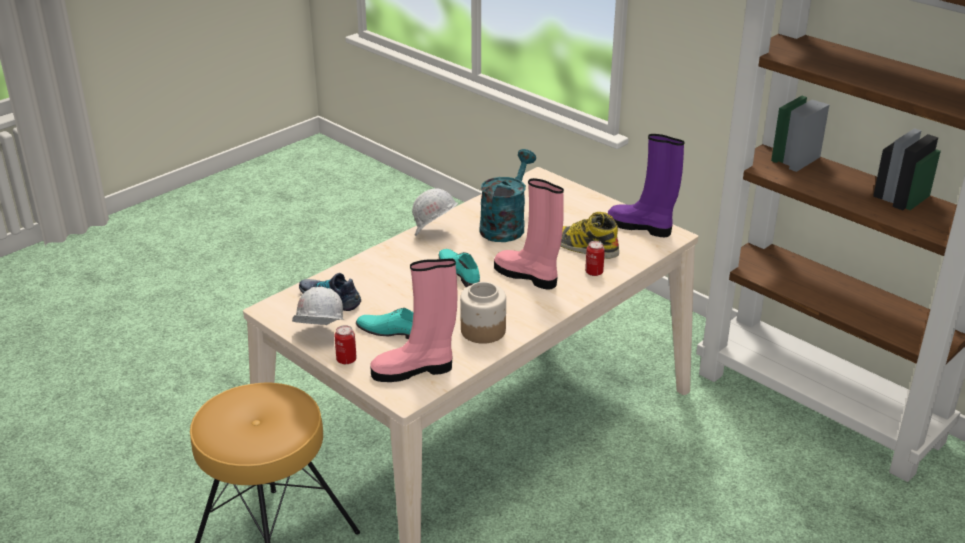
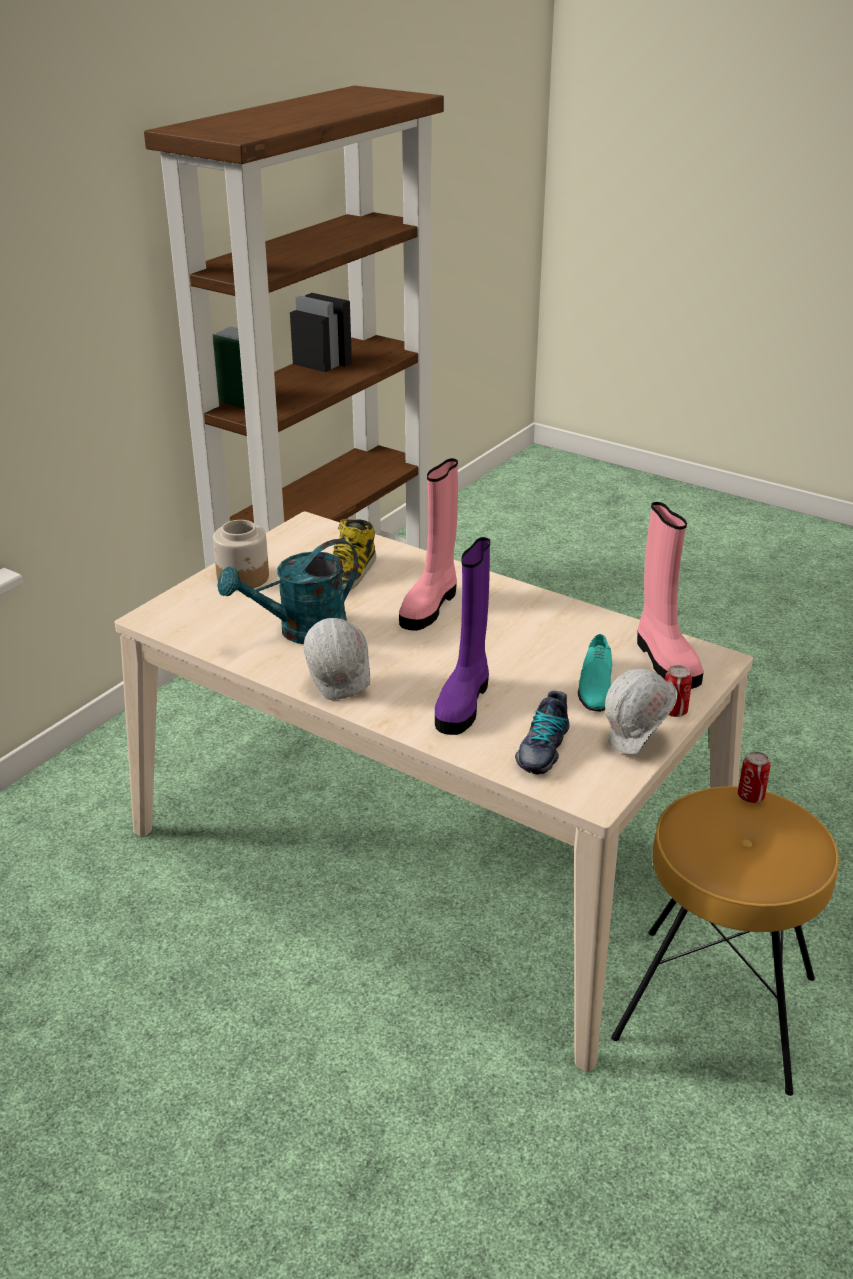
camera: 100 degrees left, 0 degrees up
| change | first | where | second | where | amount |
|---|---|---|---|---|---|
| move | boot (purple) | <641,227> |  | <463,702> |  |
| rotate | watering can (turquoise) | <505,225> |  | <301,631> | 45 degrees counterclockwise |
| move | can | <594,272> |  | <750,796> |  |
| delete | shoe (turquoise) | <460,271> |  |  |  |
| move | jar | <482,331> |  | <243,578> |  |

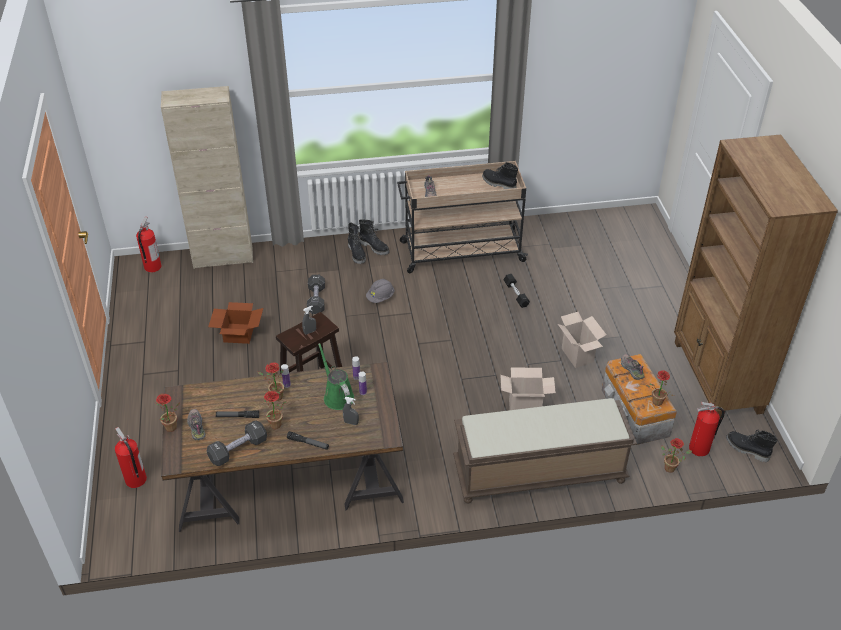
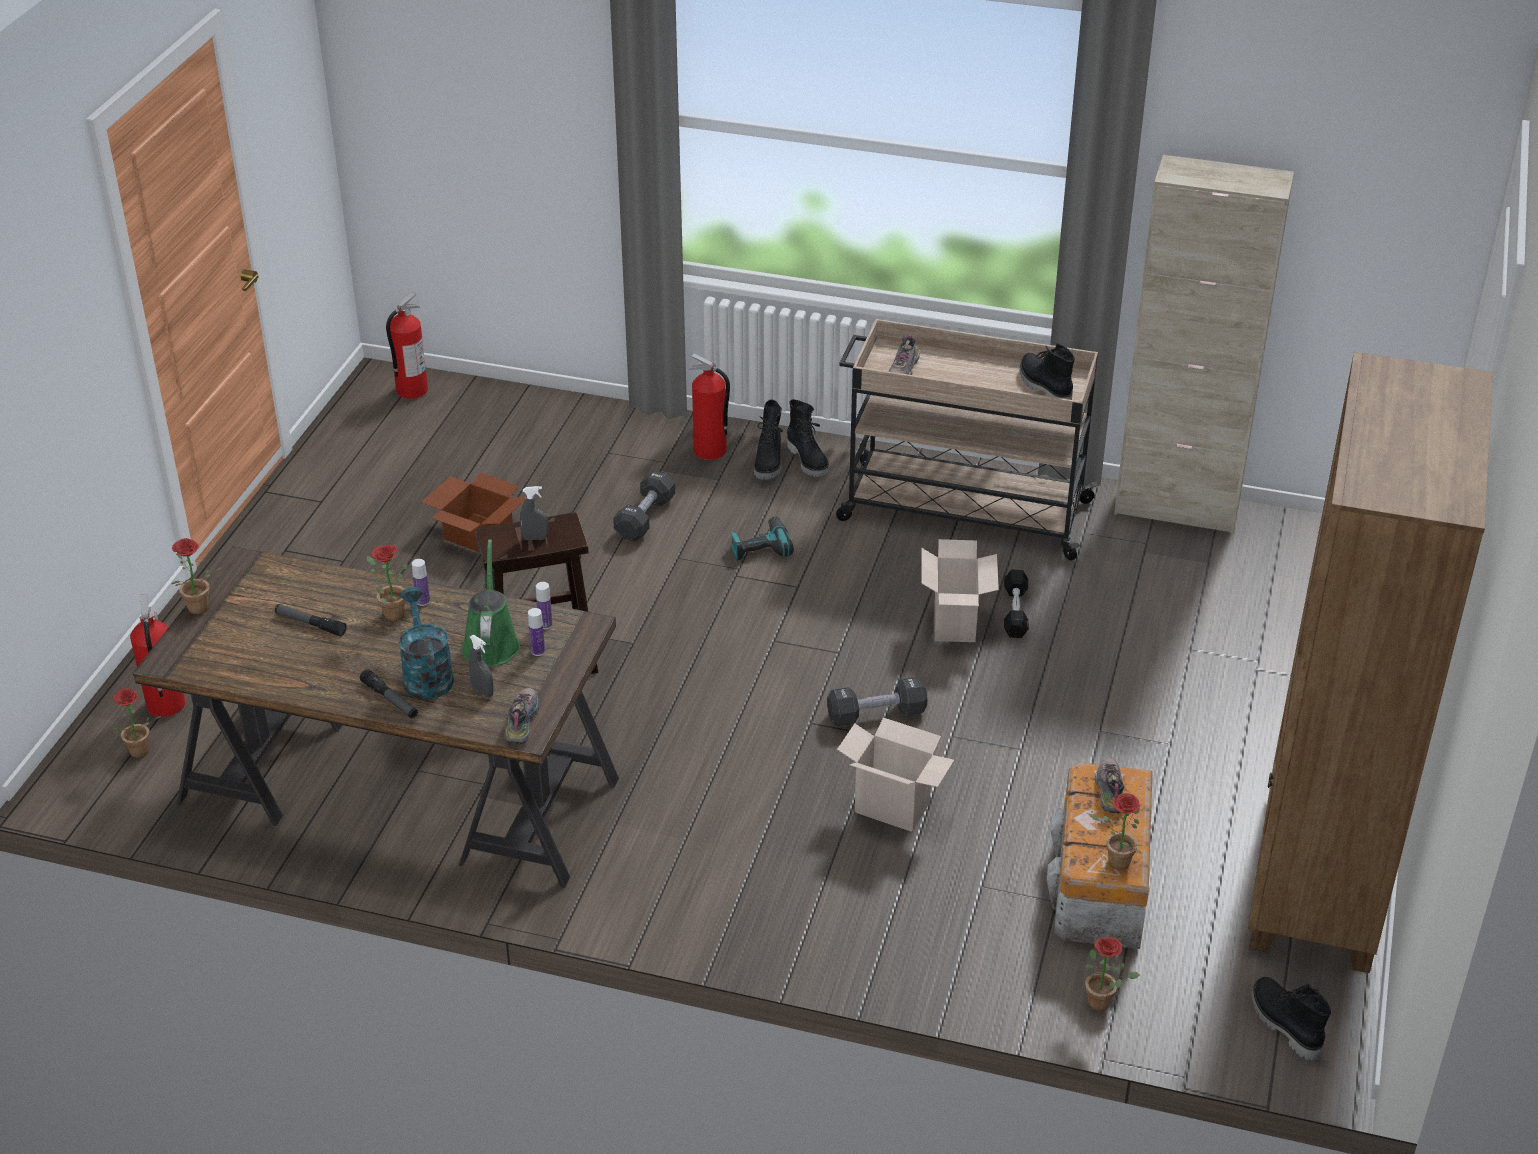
camera: 25 degrees right, 5 degrees down
| change | first | where | second | where | amount |
|---|---|---|---|---|---|
| move | cabinet (beige) | <223,257> |  | <1176,509> |  |
| replace | hard hat (grey) | <380,297> | power drill | <760,546> |  |
| move | cardboard box | <578,356> |  | <956,625> |  |
| move | potted plant | <276,426> |  | <138,754> |  |
| delete | bench (brown) | <538,473> |  |  |  |
| move | fire extinguisher | <699,449> |  | <710,451> |  |
| move | shoe | <196,427> |  | <521,721> |  |
| move | dumbbell (black) | <238,450> |  | <876,715> |  |
| insert |  |  | watering can (turquoise) | <426,674> |  |

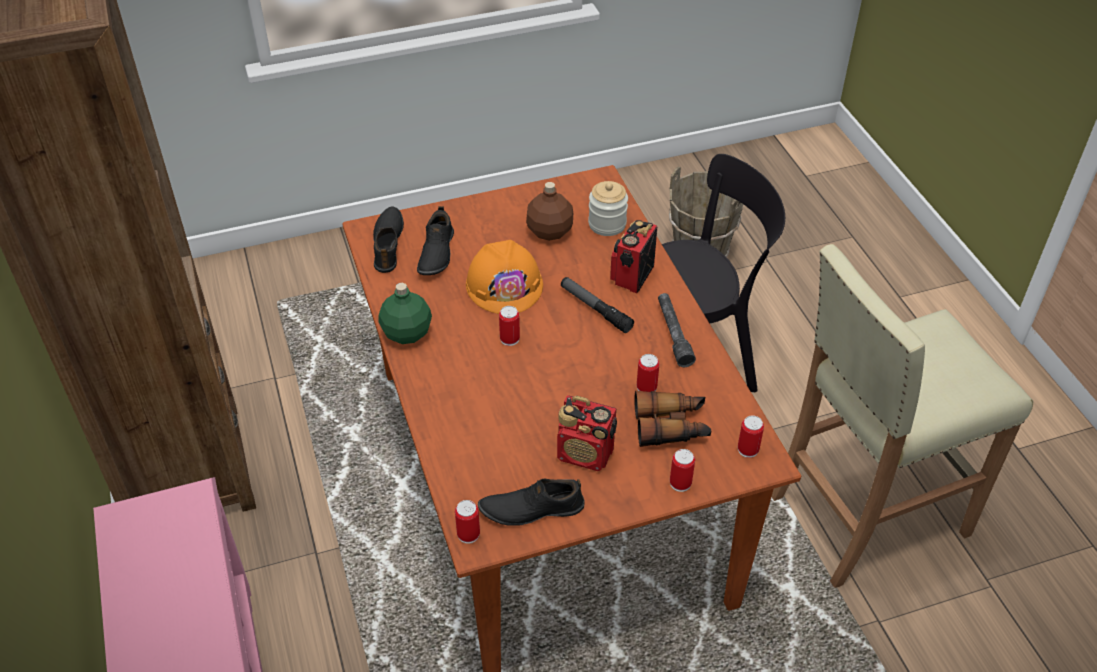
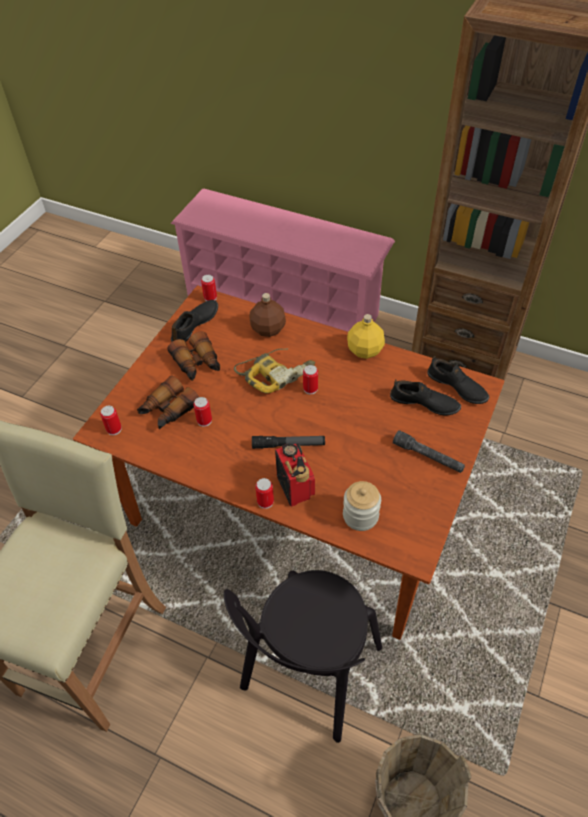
camera: 135 degrees right, 5 degrees up
| change | first | where | second | where | amount |
|---|---|---|---|---|---|
| move | bottle (brown) | <550,231> |  | <268,329> |  |
| rotate | shoe (black) | <435,253> |  | <424,403> | 150 degrees clockwise |
| delete | hard hat (orange) | <504,285> |  |  |  |
| recolor | bottle (green) | <406,333> | bottle (yellow) | <364,350> |  |
| move | flashlight (grey) | <673,334> |  | <428,456> |  |
| replace | radio | <586,454> | binoculars | <197,364> |  |
| move | can | <680,483> |  | <265,502> |  |
| insert |  |  | power drill | <276,373> |  |

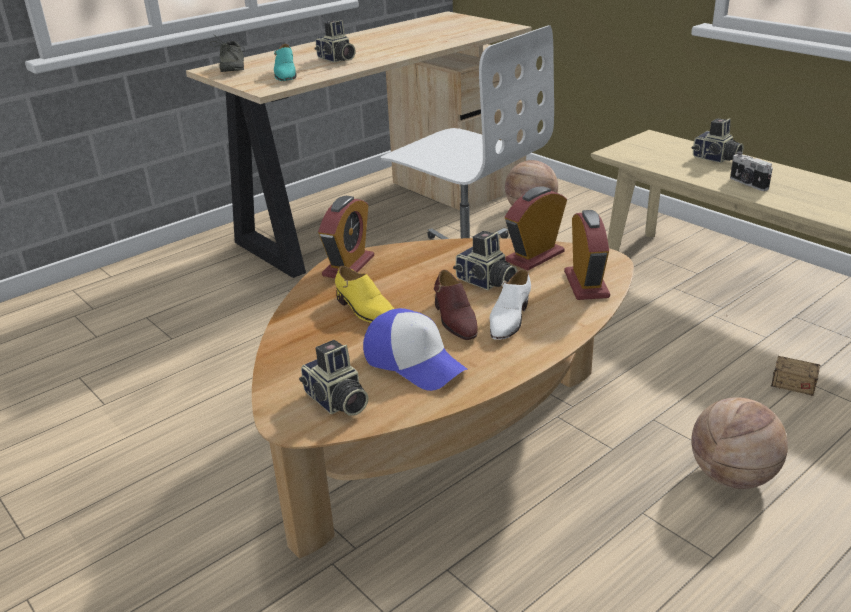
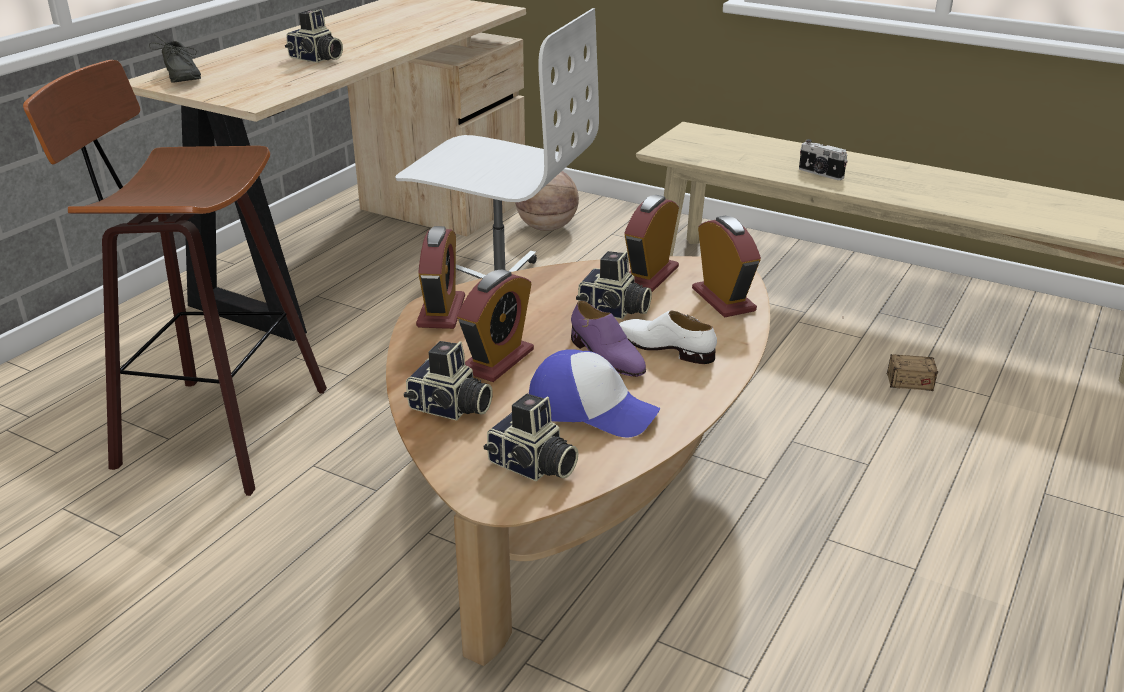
camera: 20 degrees left, 0 degrees up
| change | first | where | second | where | amount |
|---|---|---|---|---|---|
| delete | shoe (turquoise) | <285,75> |  |  |  |
| move | photo camera | <716,158> |  | <449,409> |  |
| replace | shoe (yellow) | <365,311> | alarm clock | <497,361> |  |
| rotate | shoe (white) | <509,319> |  | <665,348> | 120 degrees clockwise |
| recolor | shoe (brown) | <454,320> | shoe (purple) | <606,357> |  |
| delete | basketball | <732,476> |  |  |  |
| insert |  |  | stool | <214,429> |  |

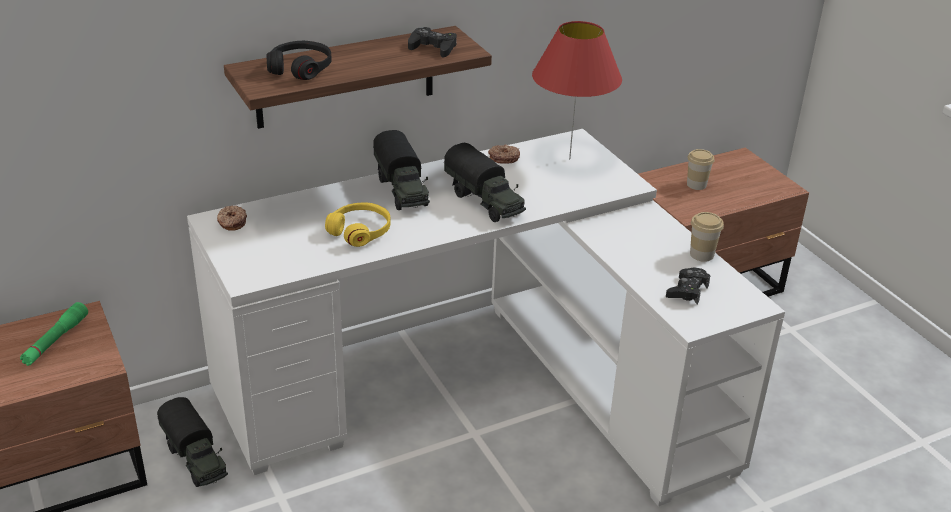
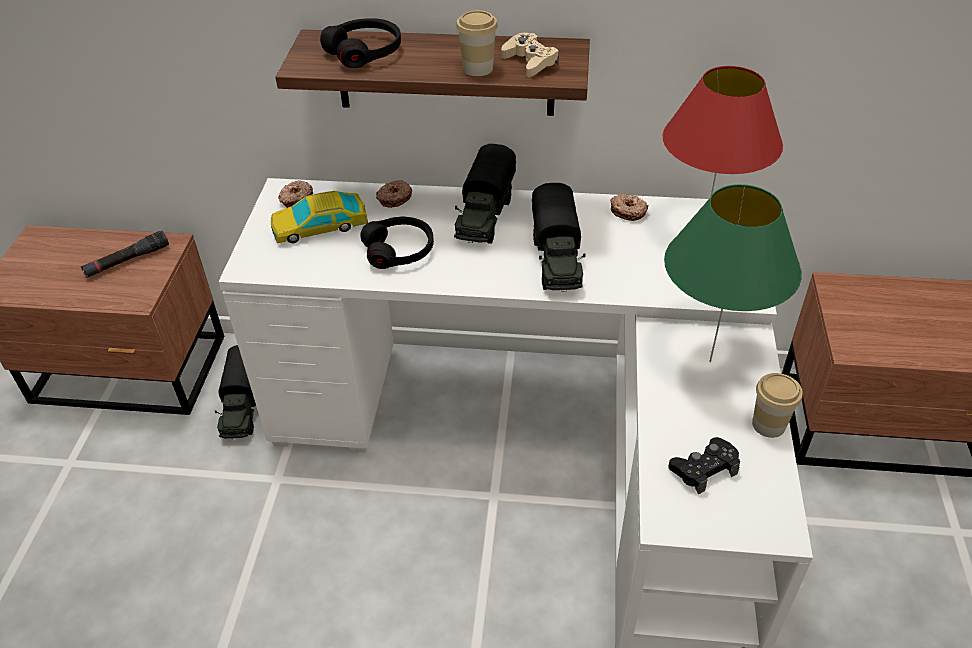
camera: 35 degrees right, 10 degrees up
| change | first | where | second | where | amount |
|---|---|---|---|---|---|
| recolor | game controller (black) | <433,48> | game controller (beige) | <530,62> |  |
| move | cup | <696,184> |  | <478,68> |  |
| recolor | headphones (yellow) | <360,231> | headphones (black) | <399,250> |  |
| recolor | flashlight (green) | <55,340> | flashlight (black) | <127,261> |  |
| insert |  |  | donut | <394,198> |  |
| insert |  |  | table lamp (green) | <709,361> |  |
| insert |  |  | toy car | <320,226> |  |

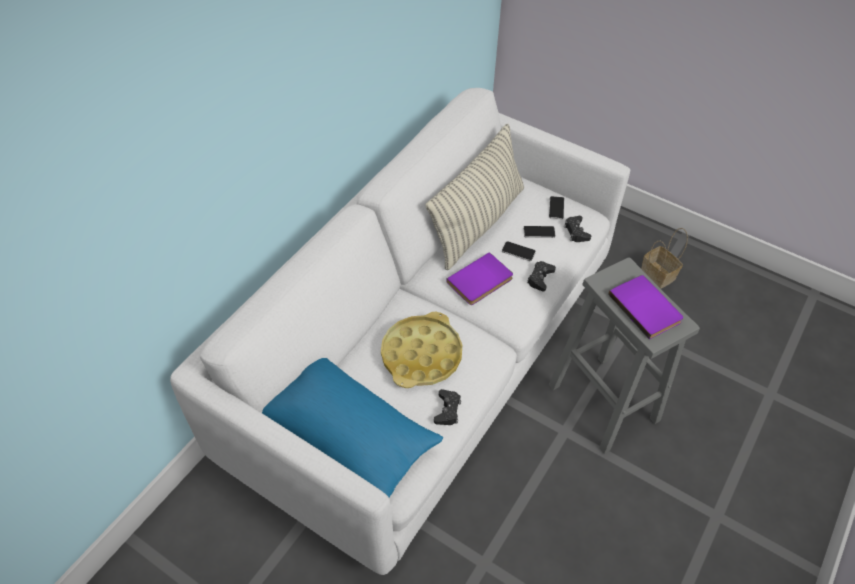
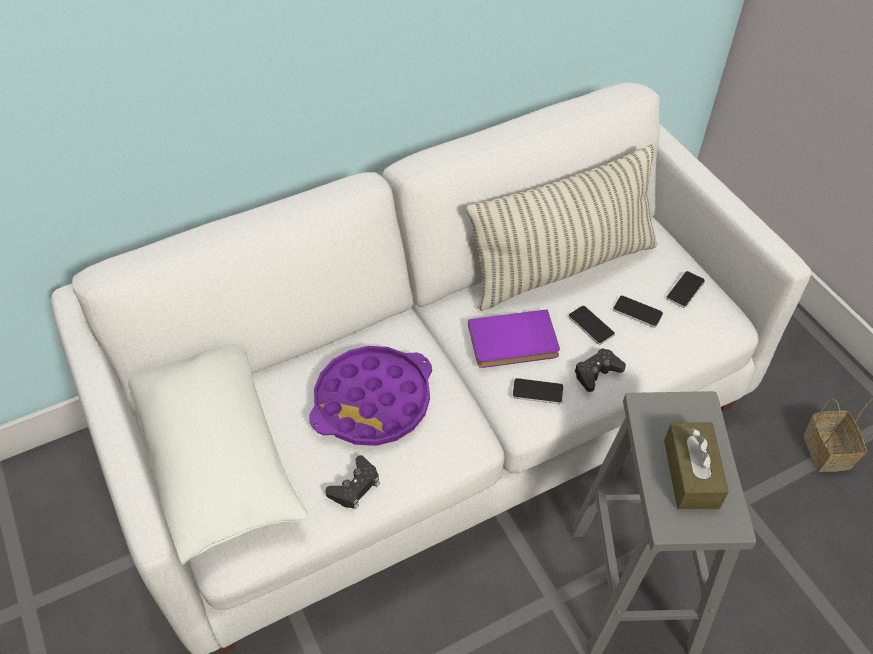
camera: 30 degrees right, 0 degrees up
| change | first | where | second | where | amount |
|---|---|---|---|---|---|
| delete | game controller (black) | <576,232> |  |  |  |
| replace | book (purple) | <646,307> | tissue box (brown) | <691,474> |  |
| recolor | tray (yellow) | <421,355> | tray (purple) | <373,402> |  |
| recolor | pillow (blue) | <347,435> | pillow (white) | <217,457> |  |
| insert |  |  | phone | <537,392> |  |

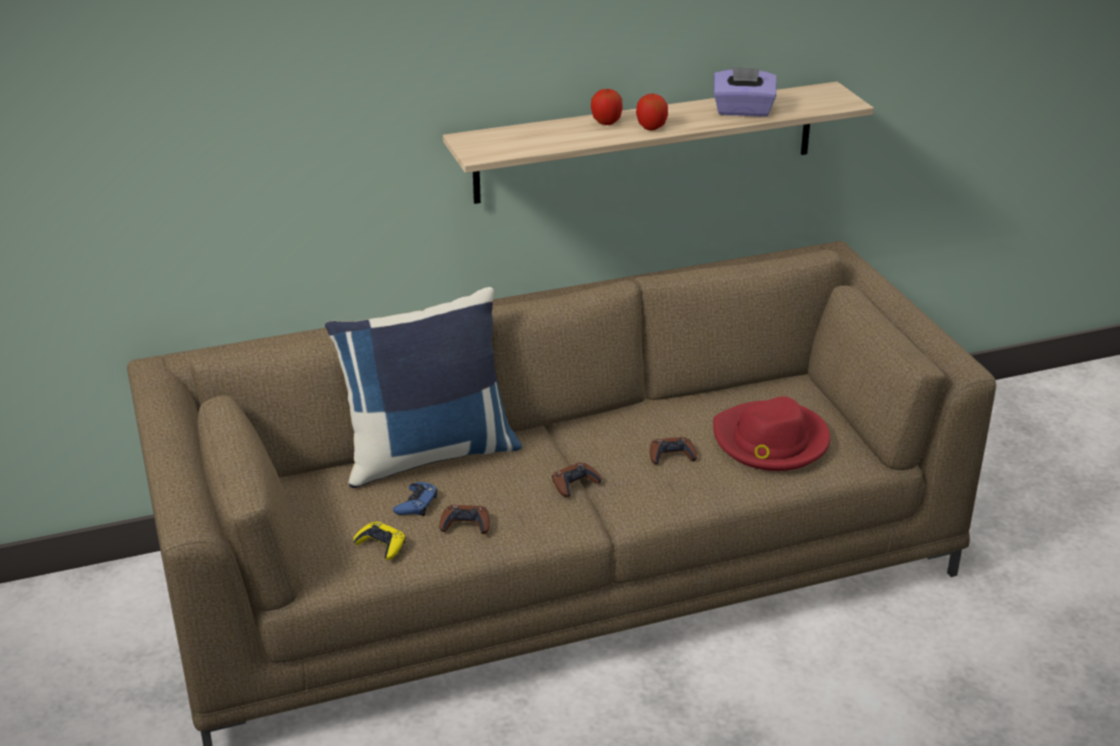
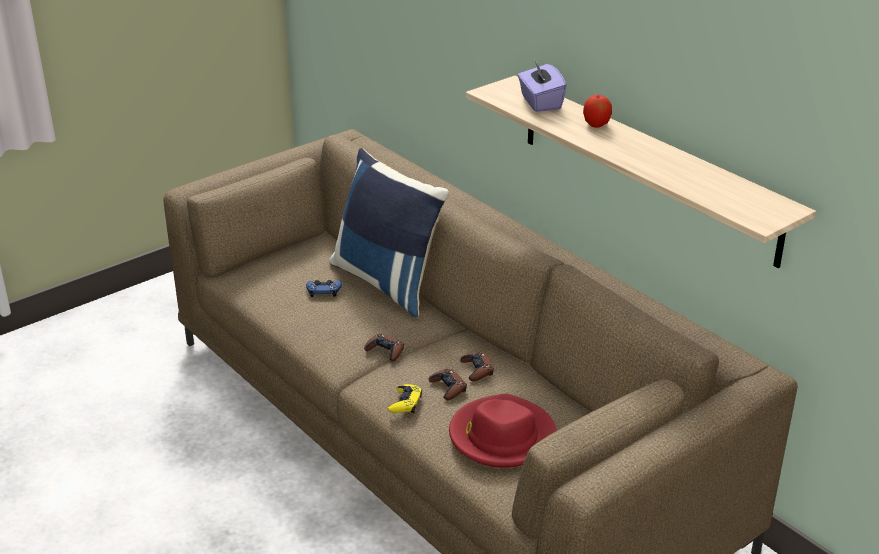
camera: 70 degrees right, 0 degrees up
| change | first | where | second | where | amount |
|---|---|---|---|---|---|
| move | tissue box (purple) | <743,111> |  | <540,102> |  |
| delete | apple | <651,127> |  |  |  |
| move | game controller (brown) | <465,524> |  | <477,369> |  |
| move | game controller (yellow) | <381,545> |  | <405,403> |  |

